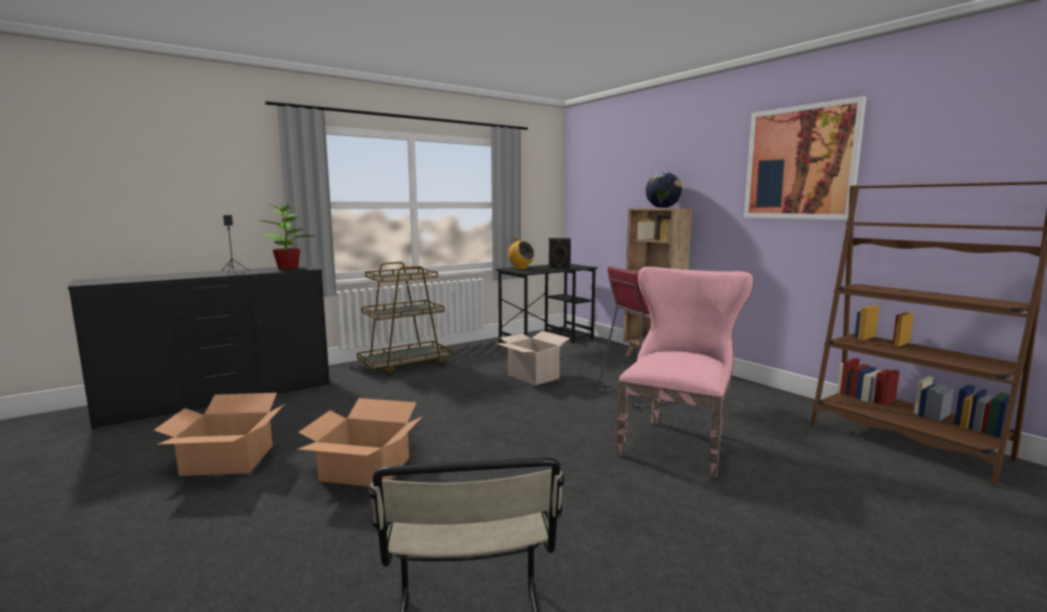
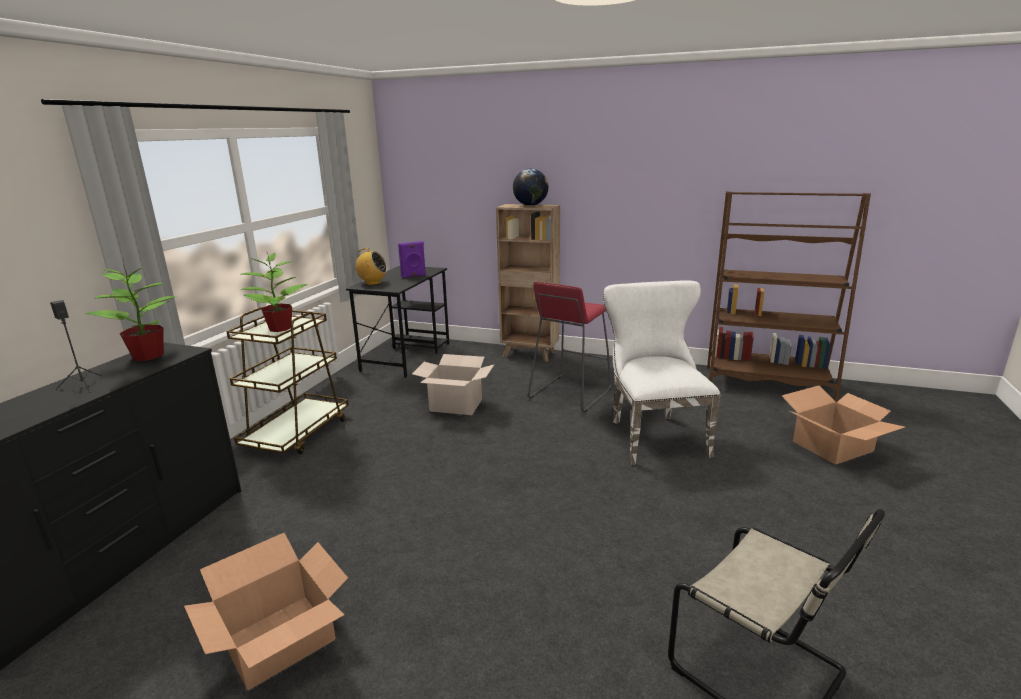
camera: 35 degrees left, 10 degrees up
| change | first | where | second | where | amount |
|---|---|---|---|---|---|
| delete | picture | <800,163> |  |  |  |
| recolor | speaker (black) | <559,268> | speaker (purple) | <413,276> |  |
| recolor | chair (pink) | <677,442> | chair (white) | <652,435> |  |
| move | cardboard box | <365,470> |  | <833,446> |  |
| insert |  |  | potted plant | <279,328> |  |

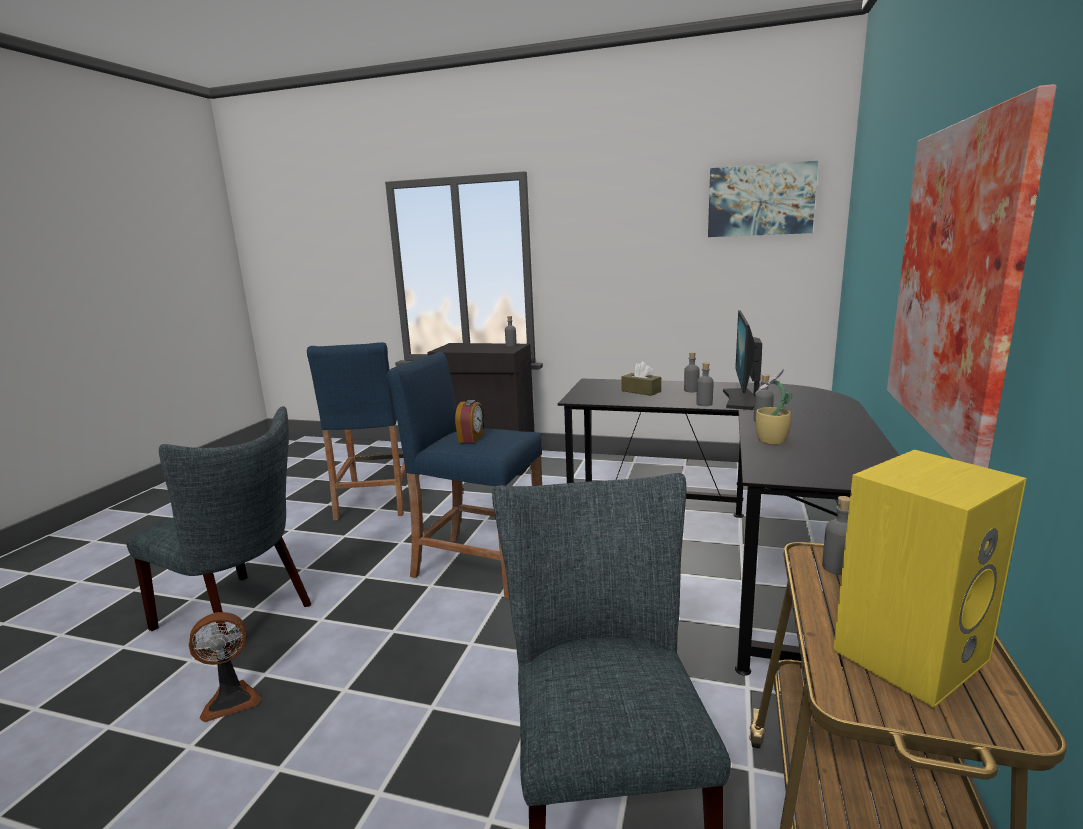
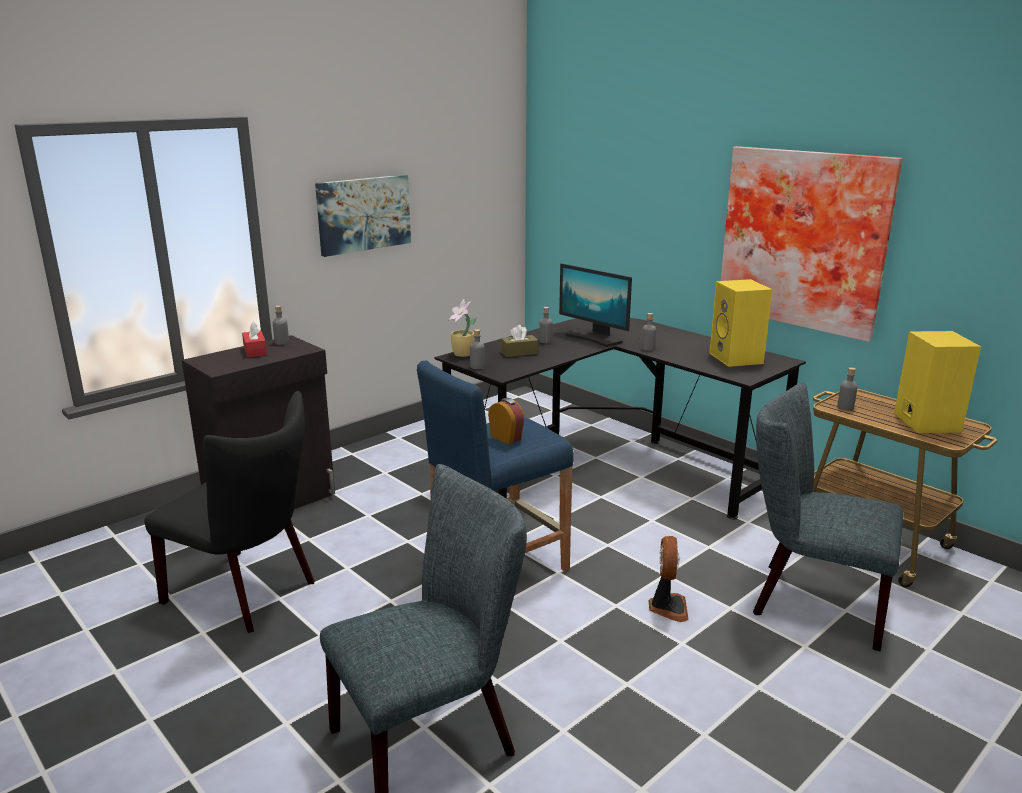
camera: 60 degrees left, 5 degrees up
| change | first | where | second | where | amount |
|---|---|---|---|---|---|
| move | picture | <760,200> |  | <363,214> |  |
| replace | stool (blue) | <376,499> | chair (black) | <248,593> |  |
| move | bottle (grey) | <704,404> |  | <477,366> |  |
| move | potted plant | <770,441> |  | <463,354> |  |
| move | fan | <231,699> |  | <667,607> |  |
| insert |  |  | speaker (yellow) | <737,358> |  |
| insert |  |  | tissue box (red) | <255,351> |  |

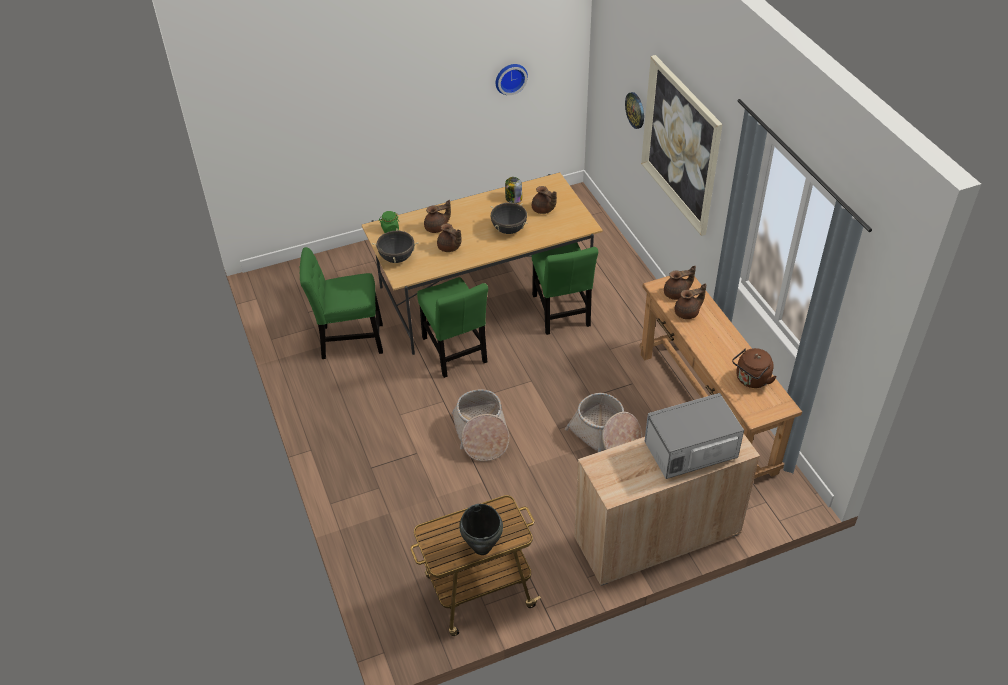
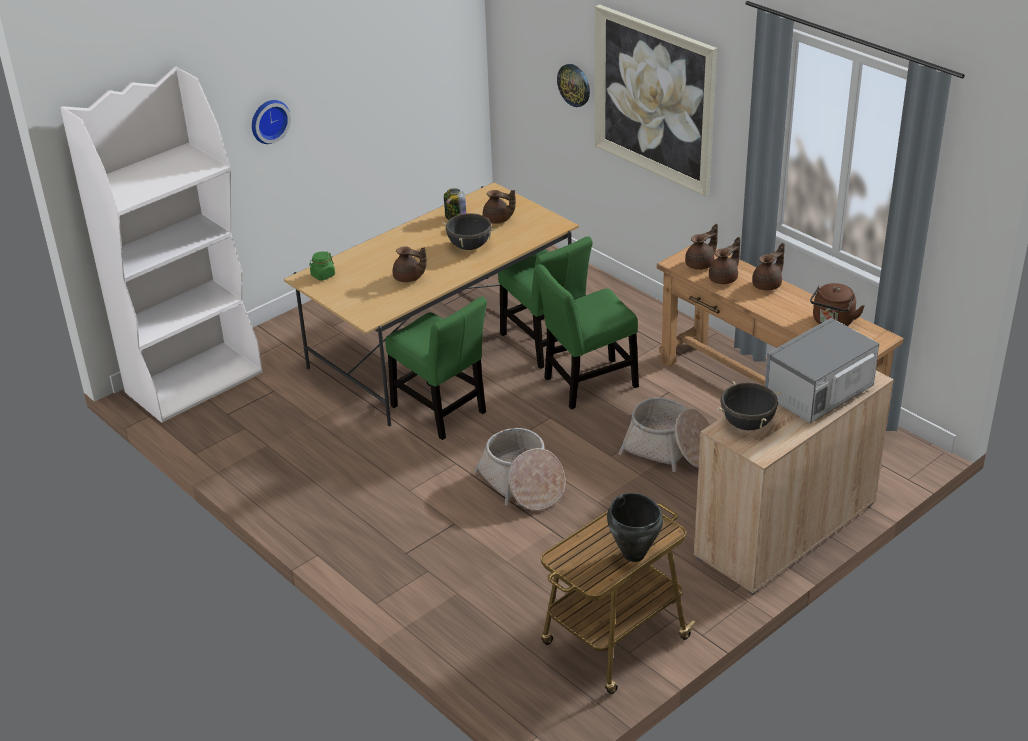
camera: 20 degrees left, 10 degrees down
| change | first | where | second | where | amount |
|---|---|---|---|---|---|
| move | wall clock | <510,78> |  | <268,120> |  |
| move | teapot (brown) | <437,228> |  | <768,285> |  |
| move | cooking pot (black) | <396,258> |  | <747,424> |  |
| move | chair (green) | <348,340> |  | <586,384> |  |
| insert |  |  | bookcase (white) | <195,382> |  |

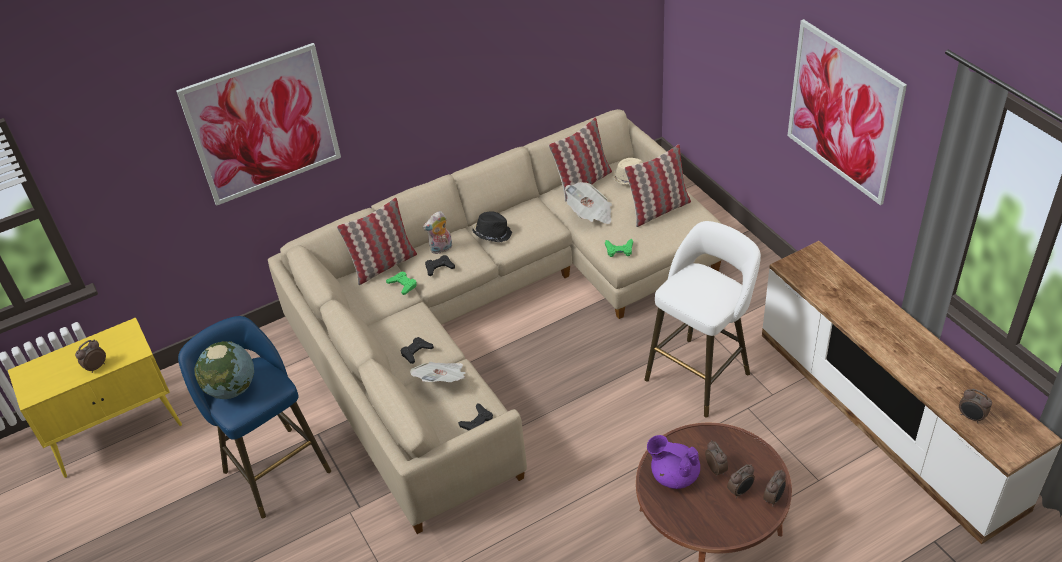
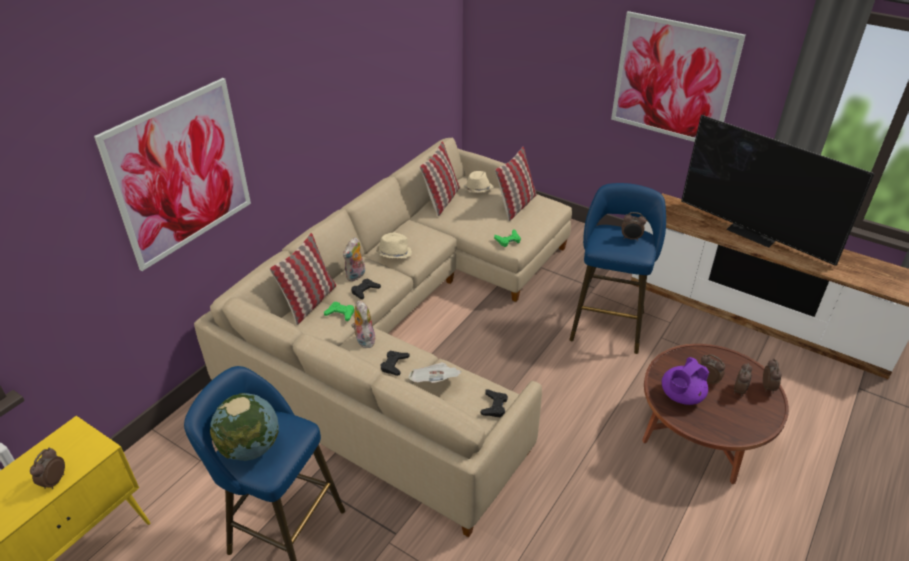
camera: 30 degrees left, 5 degrees down
| change | first | where | second | where | amount |
|---|---|---|---|---|---|
| delete | newspaper | <590,213> |  |  |  |
| recolor | hat (black) | <492,233> | hat (beige) | <393,253> |  |
| recolor | stool (white) | <701,373> | stool (blue) | <607,323> |  |
| move | alarm clock | <971,417> |  | <631,238> |  |
| rotate | teapot (purple) | <674,475> |  | <681,396> | 45 degrees counterclockwise |
| insert |  |  | television | <753,233> |  |
| insert |  |  | plush toy | <364,340> |  |

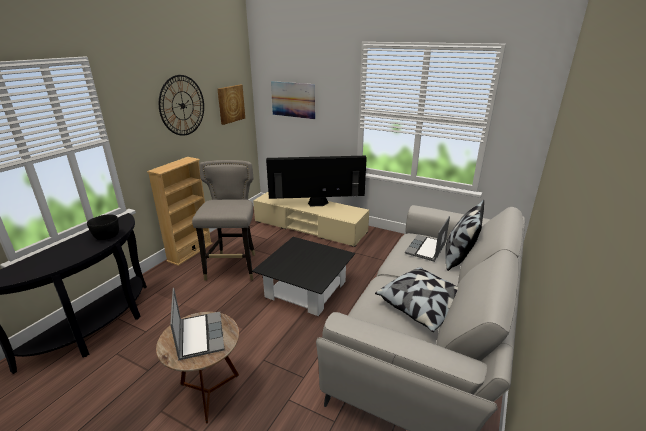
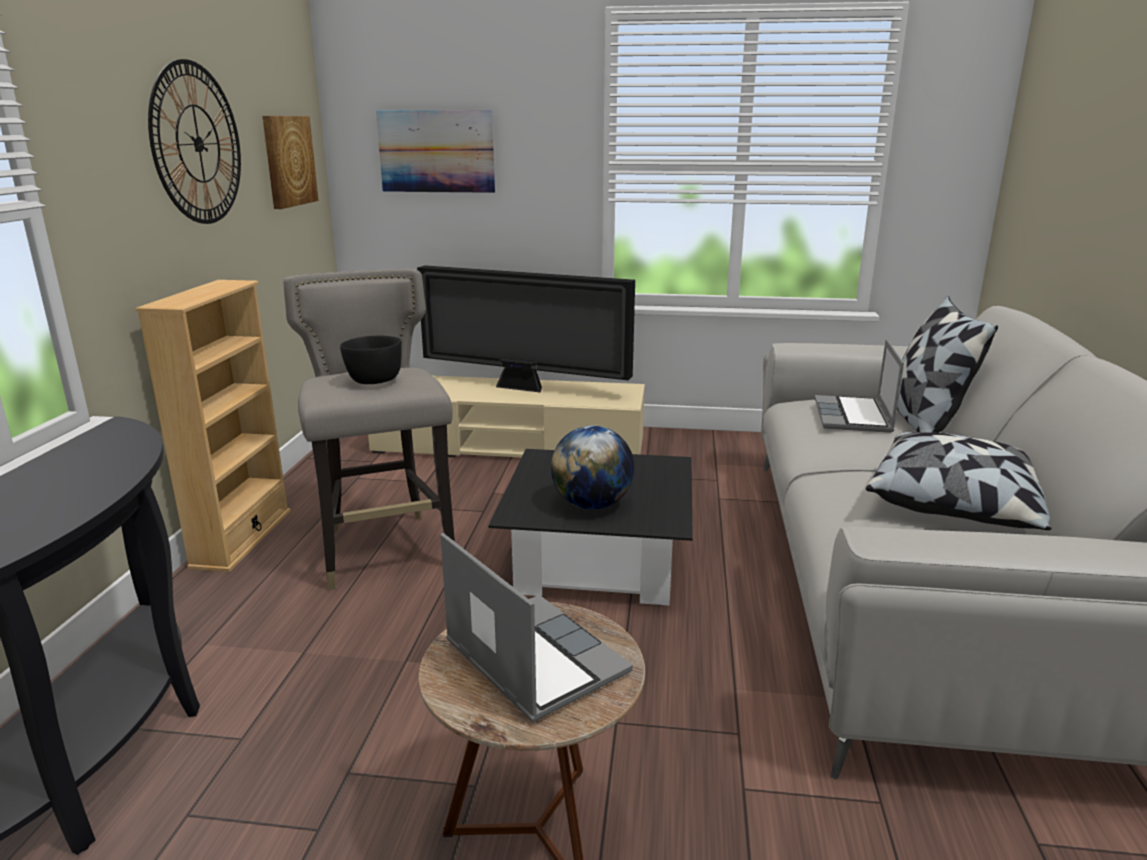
camera: 20 degrees left, 5 degrees down
| change | first | where | second | where | amount |
|---|---|---|---|---|---|
| rotate | television | <316,204> |  | <523,388> | 135 degrees counterclockwise |
| move | bowl (black) | <107,236> |  | <373,381> |  |
| insert |  |  | globe | <592,505> |  |

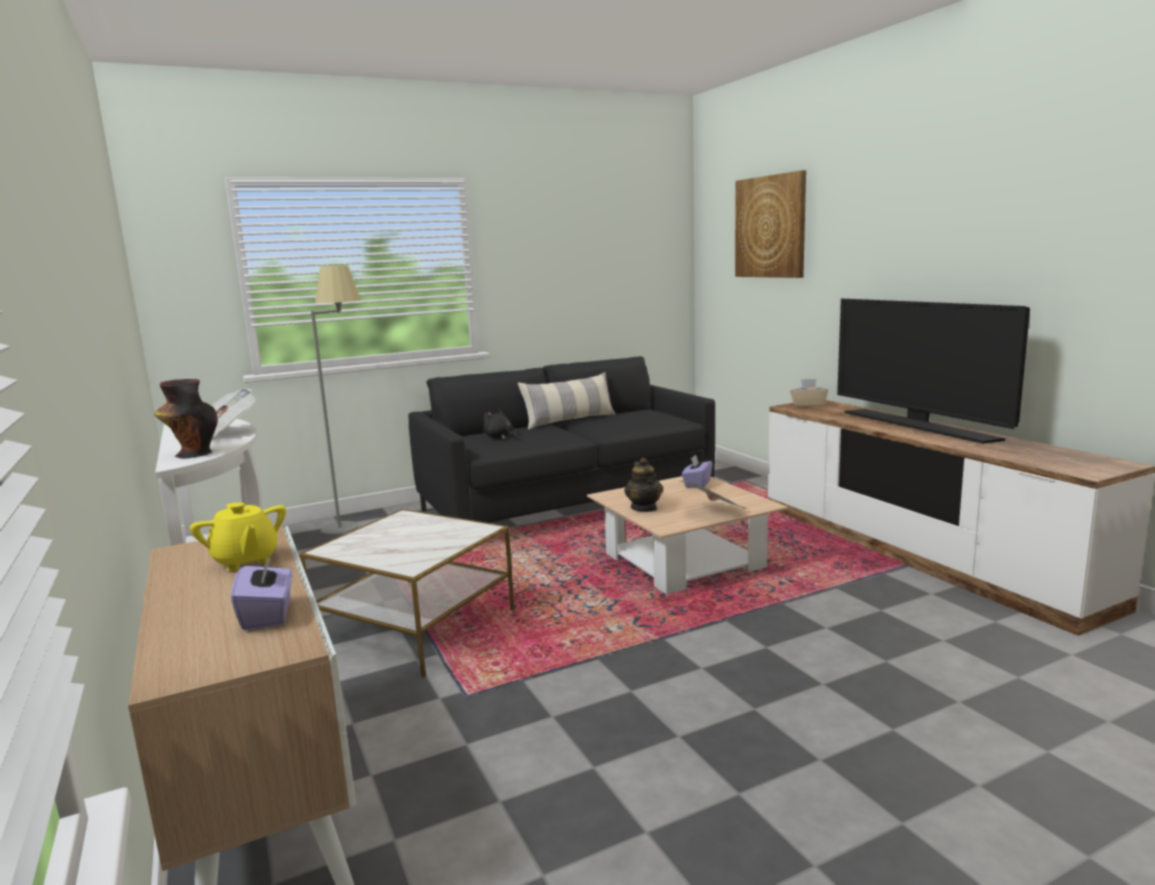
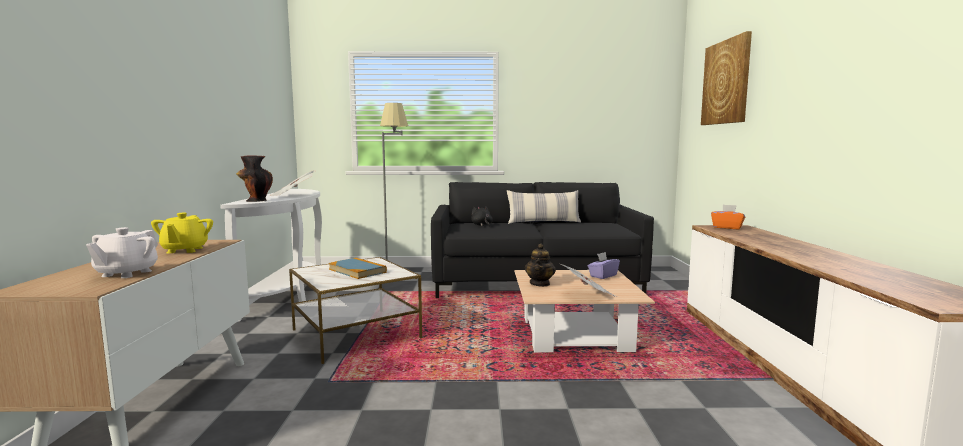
camera: 25 degrees right, 5 degrees down
| change | first | where | second | where | amount |
|---|---|---|---|---|---|
| delete | television | <919,426> |  |  |  |
| recolor | tissue box (beige) | <808,405> | tissue box (orange) | <727,227> |  |
| replace | tissue box (purple) | <268,615> | teapot (white) | <126,273> |  |
| insert |  |  | book | <357,271> |  |

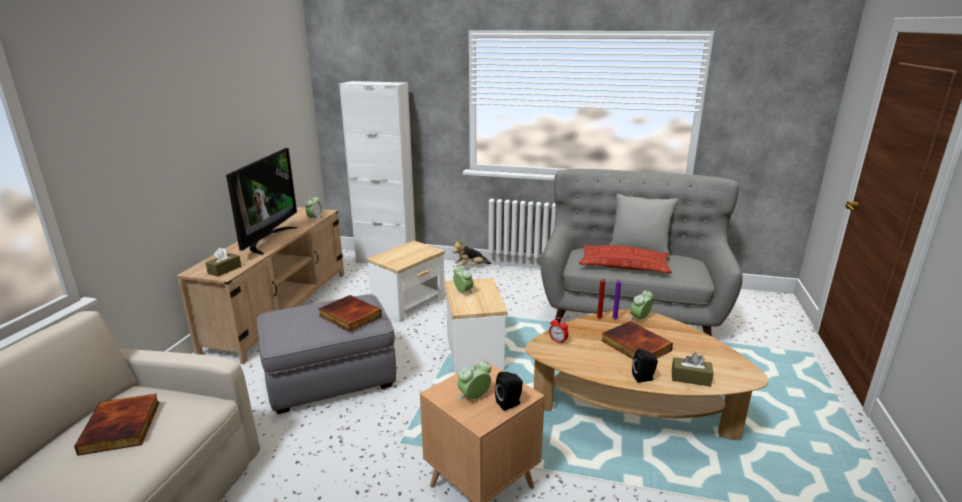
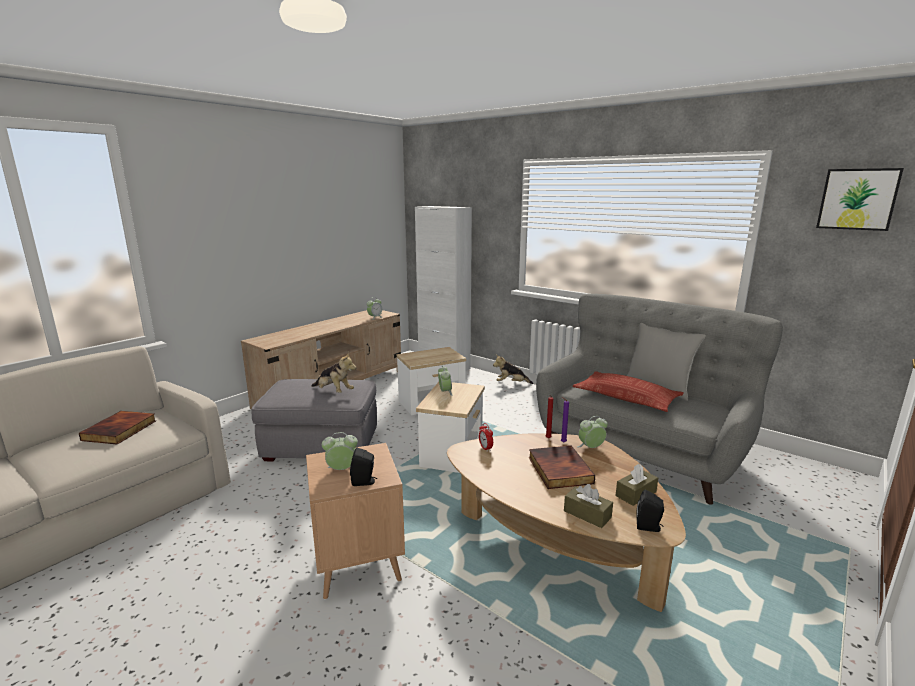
camera: 25 degrees right, 5 degrees down
| change | first | where | second | where | amount |
|---|---|---|---|---|---|
| delete | television | <267,239> |  |  |  |
| move | tissue box (brown) | <224,270> |  | <636,494> |  |
| replace | book | <349,316> | plush toy | <334,392> |  |
| move | speaker (black) | <644,378> |  | <649,527> |  |
| insert |  |  | picture | <857,199> |  |

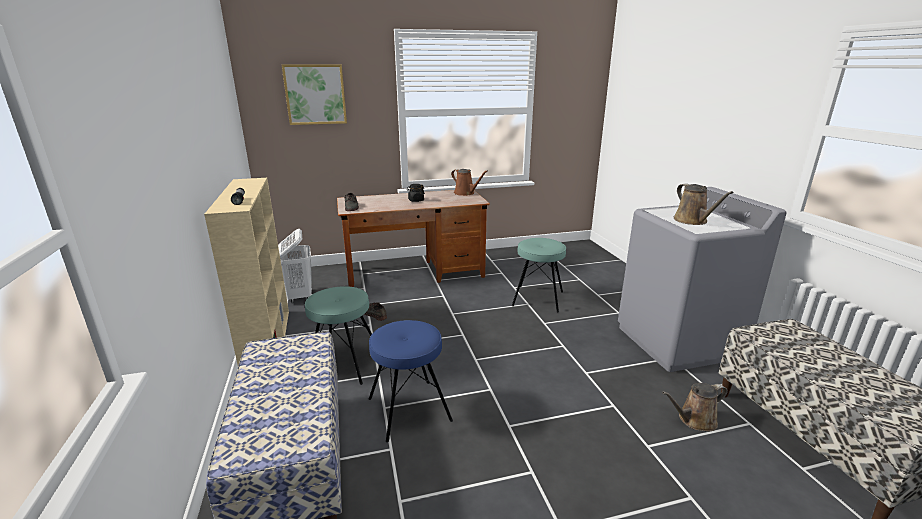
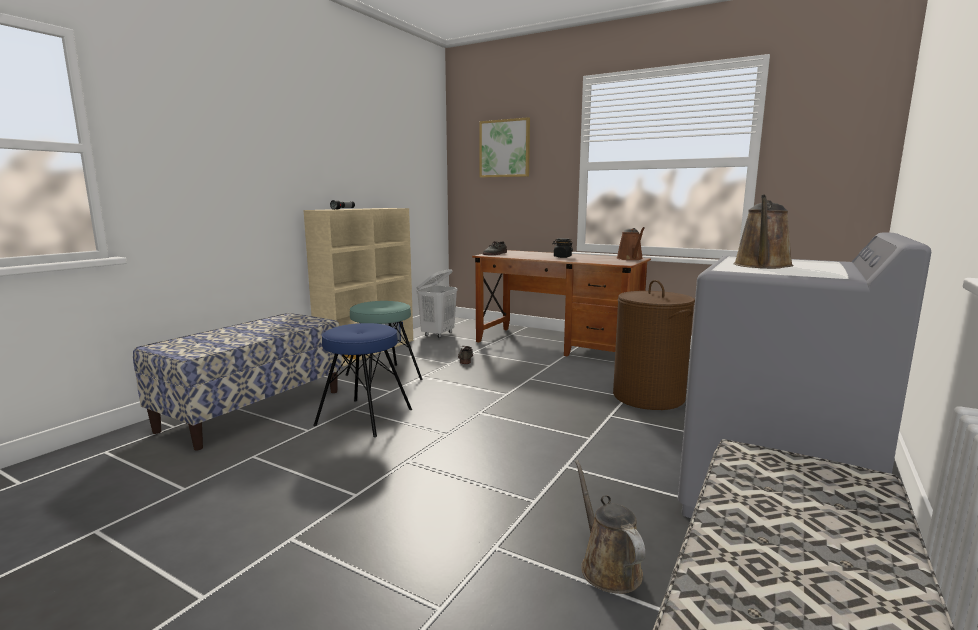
camera: 45 degrees right, 10 degrees down
| change | first | where | second | where | amount |
|---|---|---|---|---|---|
| replace | stool (turquoise) | <538,298> | laundry basket (brown) | <649,397> |  |
| rotate | watering can (brown) | <694,420> |  | <607,566> | 45 degrees clockwise |

